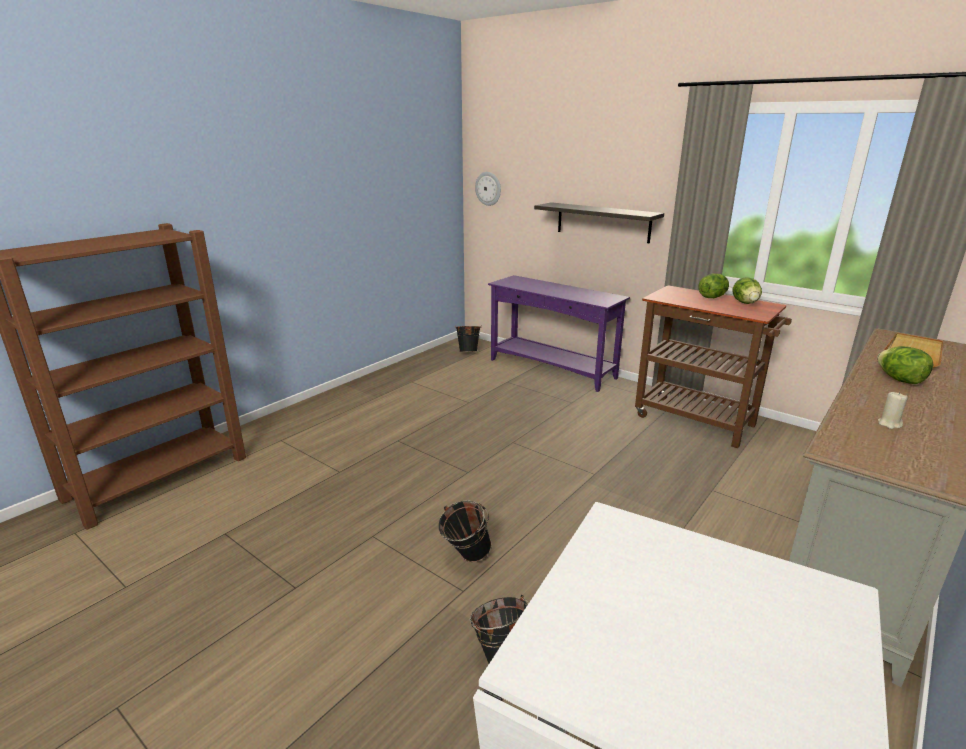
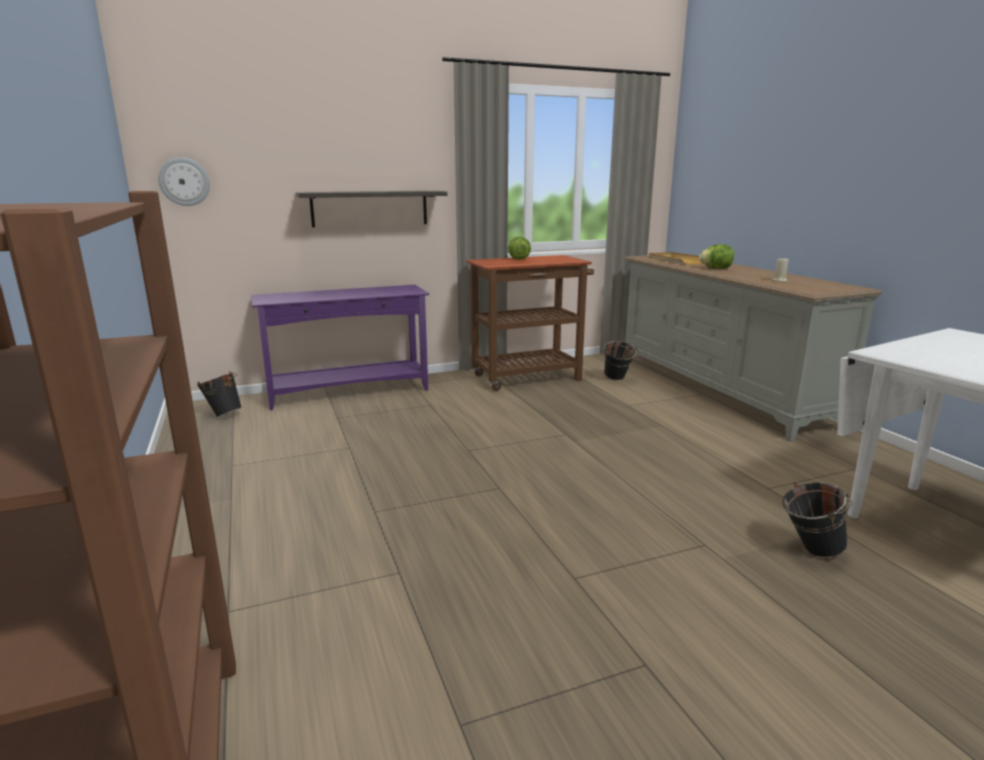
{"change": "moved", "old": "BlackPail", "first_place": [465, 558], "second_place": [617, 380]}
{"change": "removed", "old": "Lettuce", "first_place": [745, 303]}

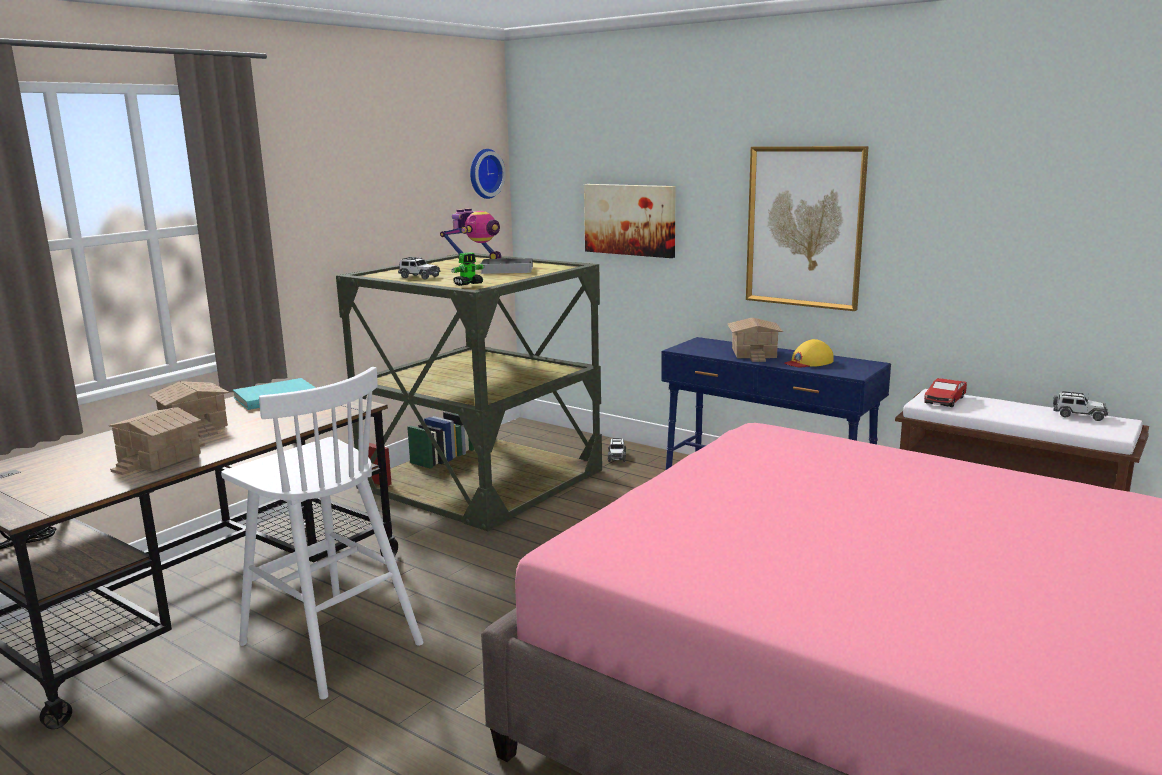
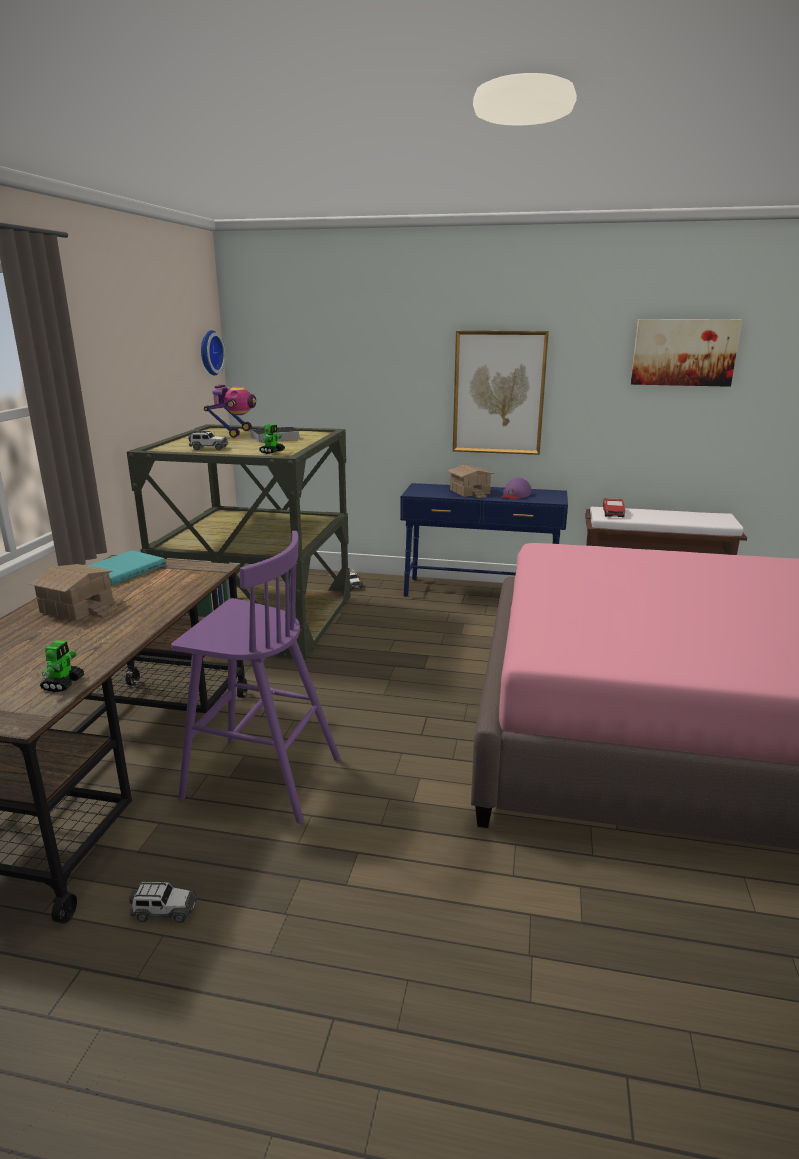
{"change": "added", "new": "ModelRobot", "second_place": [63, 683]}
{"change": "moved", "old": "ToyCar", "first_place": [1078, 415], "second_place": [164, 910]}
{"change": "recoloured", "old": "WhiteColouredStoolSeat", "new": "PurpleColouredStoolSeat", "first_place": [328, 643], "second_place": [259, 778]}
{"change": "recoloured", "old": "YellowColouredBaseballCap", "new": "PurpleColouredBaseballCap", "first_place": [808, 362], "second_place": [515, 495]}
{"change": "moved", "old": "WallPicture", "first_place": [630, 219], "second_place": [683, 352]}
{"change": "removed", "old": "ModelHouse", "first_place": [158, 457]}

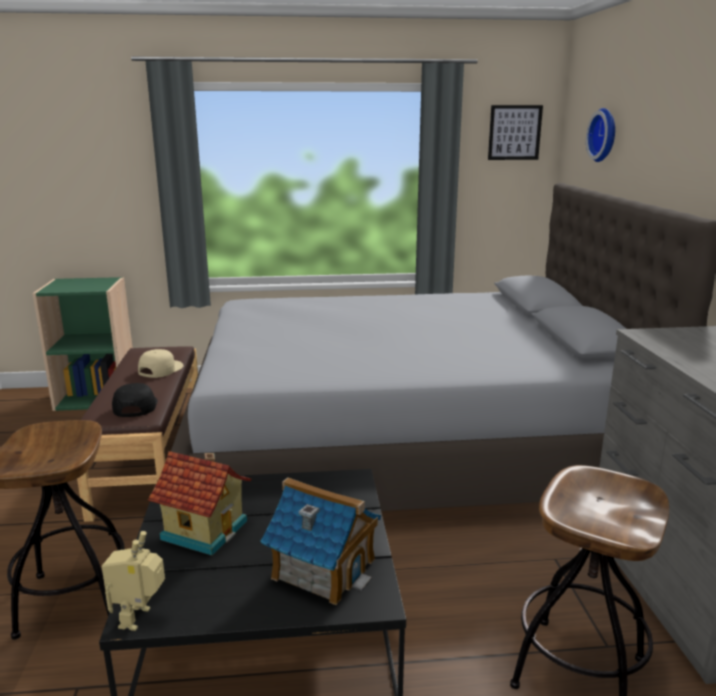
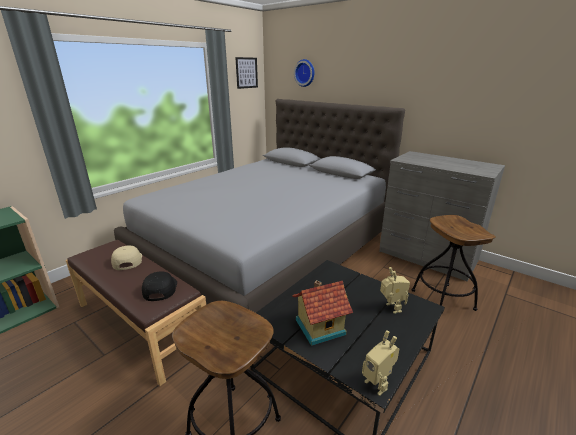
{"change": "turned", "old": "BlackBaseballCap", "first_place": [134, 406], "second_place": [159, 289], "degrees": 45}
{"change": "replaced", "old": "ModelHouse", "new": "ModelRobot", "first_place": [323, 568], "second_place": [391, 308]}

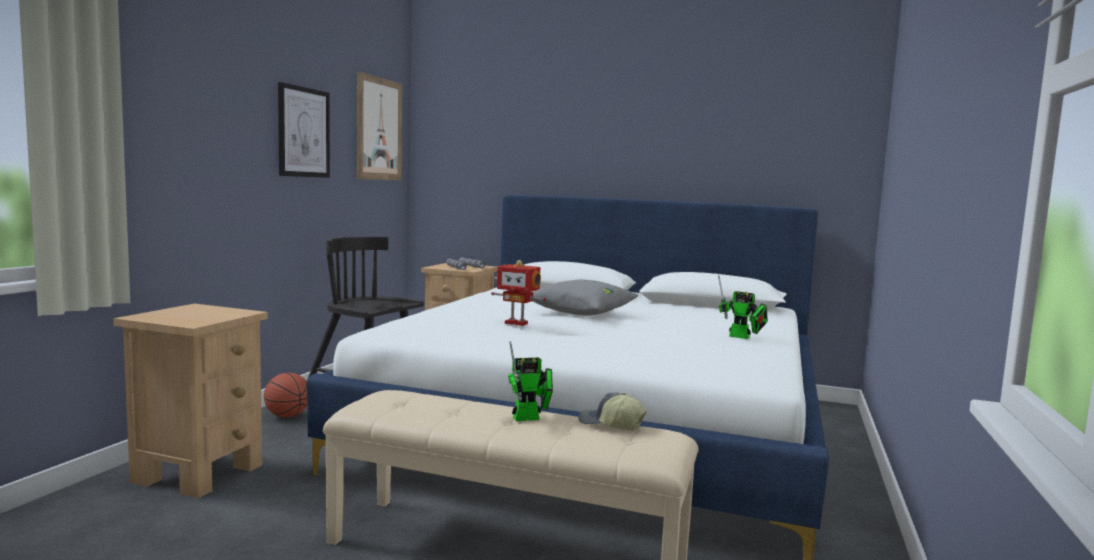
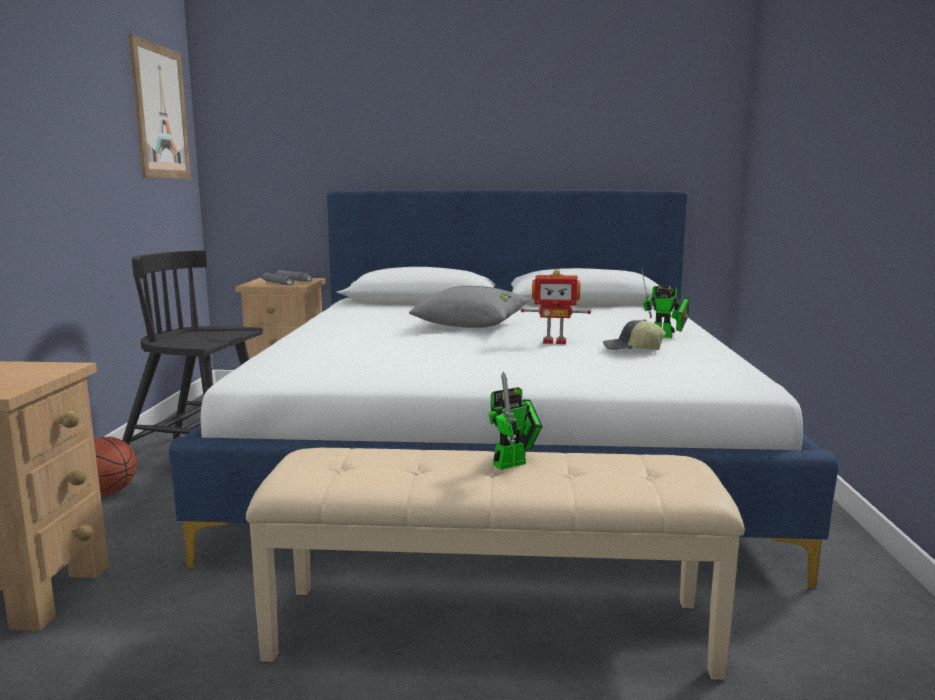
{"change": "moved", "old": "ModelRobot", "first_place": [517, 323], "second_place": [554, 342]}
{"change": "moved", "old": "BaseballCap", "first_place": [610, 425], "second_place": [632, 349]}
{"change": "removed", "old": "WallPicture", "first_place": [303, 132]}

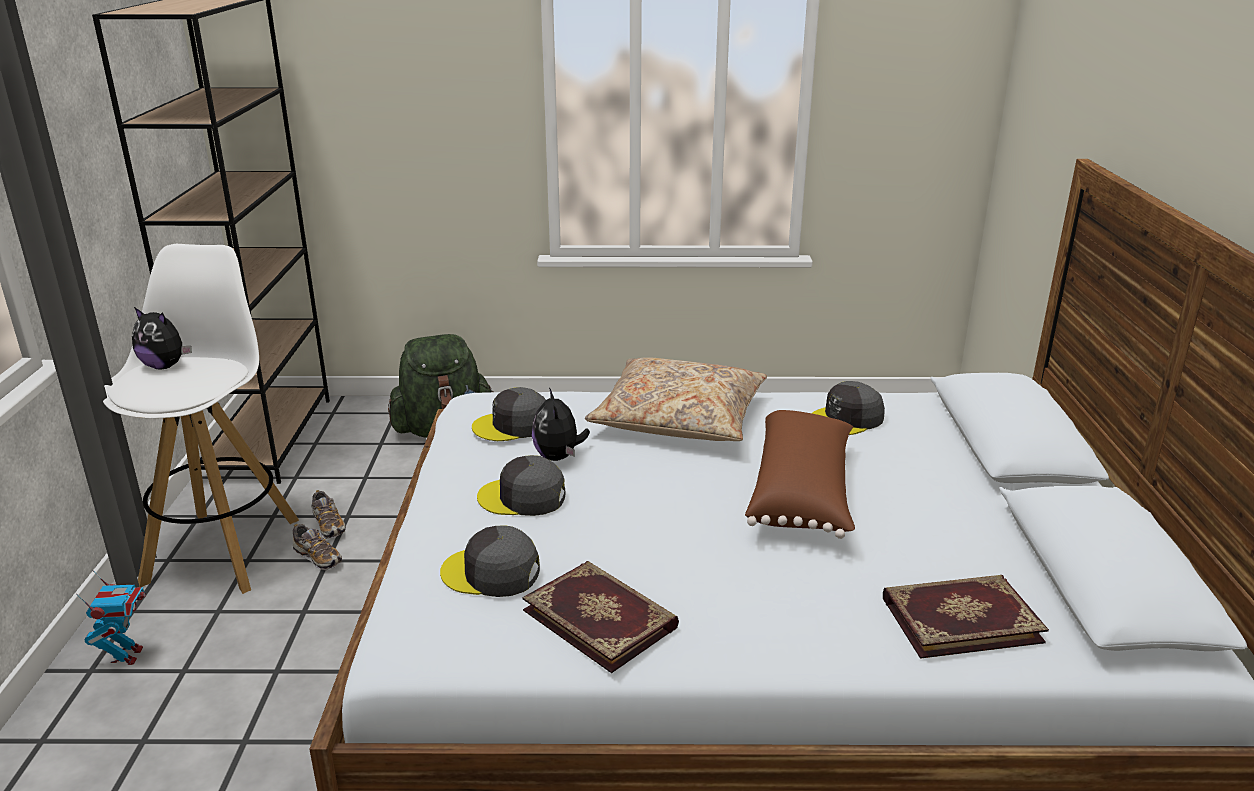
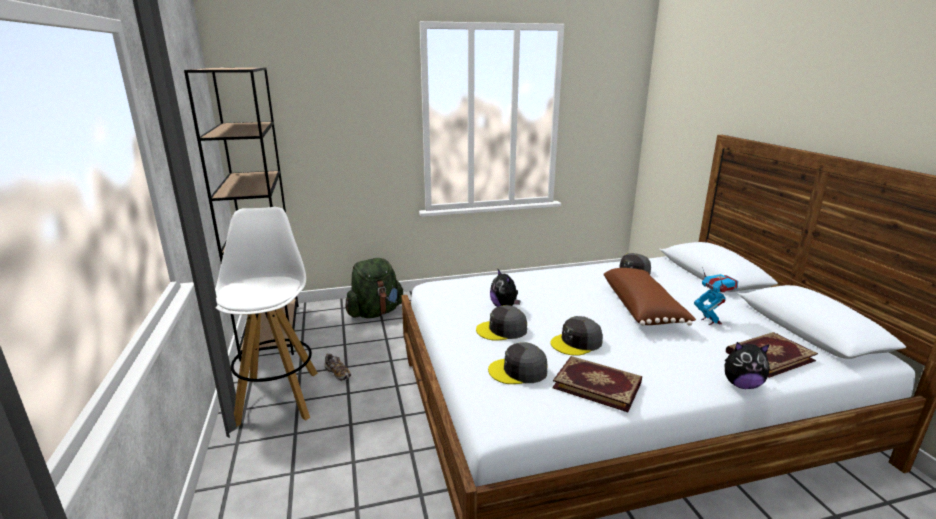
{"change": "moved", "old": "GreyishBaseballCap", "first_place": [513, 425], "second_place": [577, 343]}
{"change": "moved", "old": "ModelRobot", "first_place": [127, 656], "second_place": [710, 321]}
{"change": "moved", "old": "SoftToy", "first_place": [165, 366], "second_place": [741, 384]}
{"change": "removed", "old": "Shoe", "first_place": [318, 557]}
{"change": "removed", "old": "BeigeCushion", "first_place": [679, 418]}

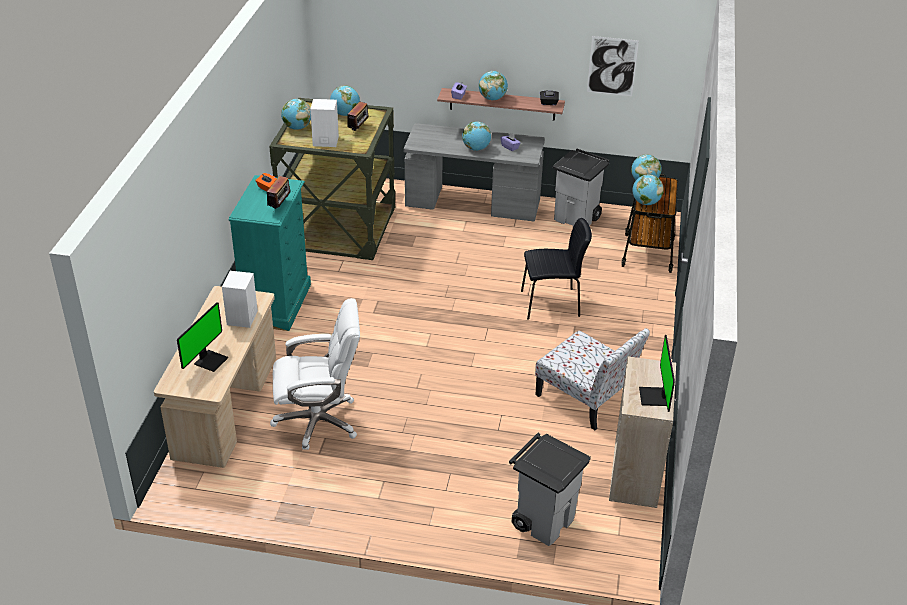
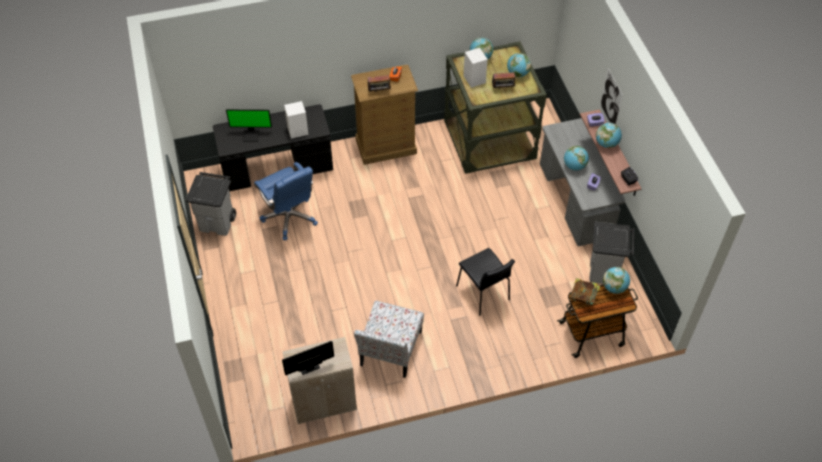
{"change": "moved", "old": "GreyishTrashCan", "first_place": [544, 521], "second_place": [218, 223]}
{"change": "recoloured", "old": "BeigeDeskTable", "new": "BlackDeskTable", "first_place": [226, 408], "second_place": [277, 168]}
{"change": "recoloured", "old": "WhiteColouredDeskChair", "new": "BlueColouredDeskChair", "first_place": [318, 421], "second_place": [289, 216]}
{"change": "recoloured", "old": "TurquoiseDrawerChest", "new": "BrownDrawerChest", "first_place": [277, 303], "second_place": [386, 146]}
{"change": "replaced", "old": "DeskGlobe", "new": "Book", "first_place": [645, 203], "second_place": [583, 297]}
{"change": "moved", "old": "WallPicture", "first_place": [612, 66], "second_place": [611, 99]}

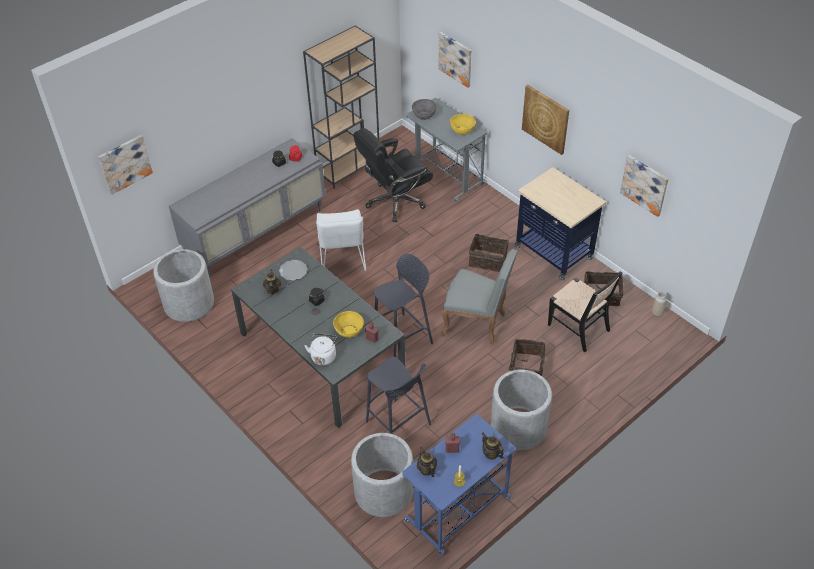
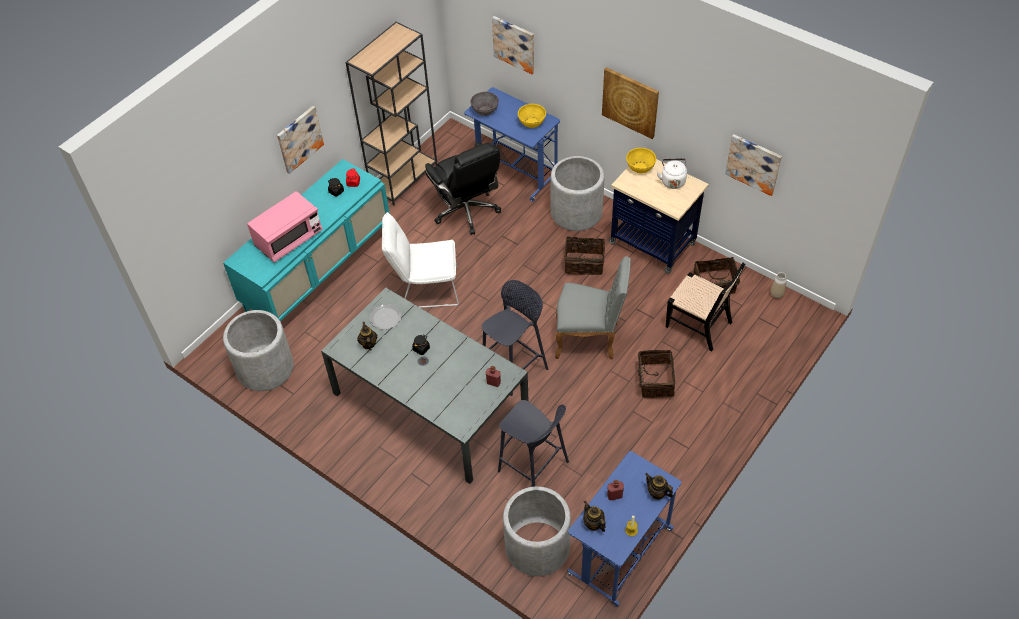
{"change": "recoloured", "old": "GreyishCabinet", "new": "TurquoiseCabinet", "first_place": [256, 233], "second_place": [319, 272]}
{"change": "added", "new": "PinkMicrowaveOven", "second_place": [289, 239]}
{"change": "moved", "old": "WallPicture", "first_place": [125, 163], "second_place": [299, 139]}
{"change": "turned", "old": "WhiteColouredPlainChair", "first_place": [342, 259], "second_place": [425, 288], "degrees": 105}
{"change": "turned", "old": "BlackDeskChair", "first_place": [395, 201], "second_place": [466, 210], "degrees": -75}
{"change": "recoloured", "old": "GreyishDeskTable", "new": "BlueColouredDeskTable", "first_place": [445, 176], "second_place": [514, 172]}
{"change": "moved", "old": "GreyishPlanter", "first_place": [518, 427], "second_place": [576, 212]}
{"change": "moved", "old": "YellowColouredBowl", "first_place": [349, 331], "second_place": [640, 167]}
{"change": "moved", "old": "WhiteColouredTeaKettle", "first_place": [323, 356], "second_place": [672, 180]}

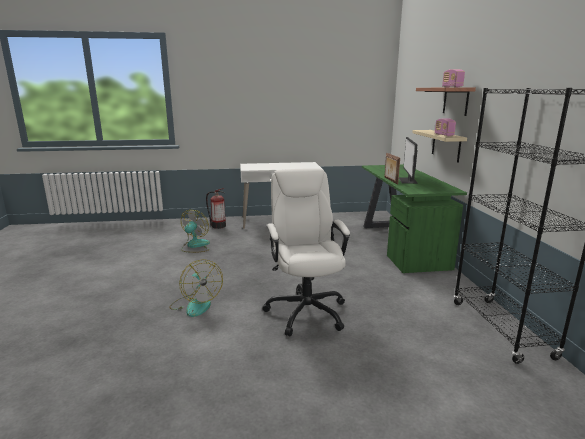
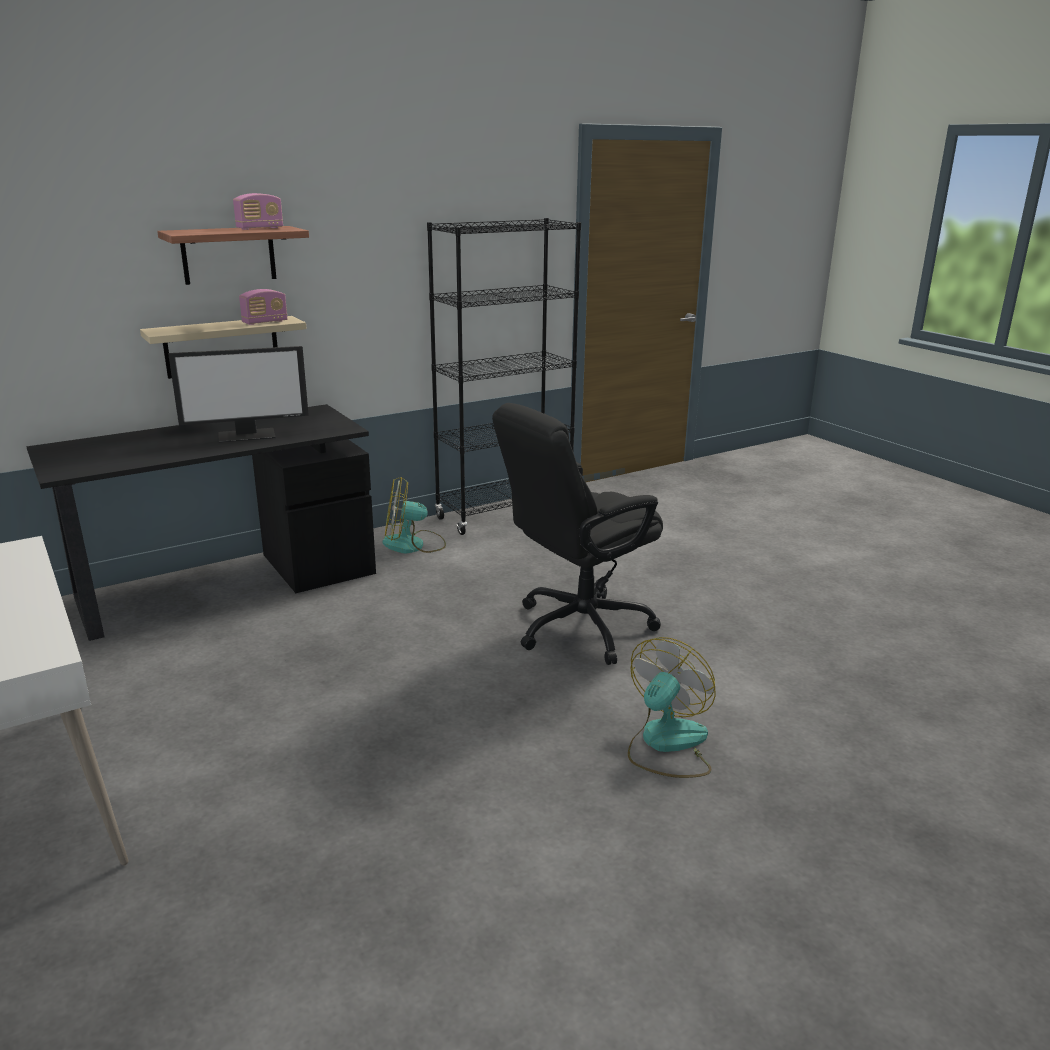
{"change": "recoloured", "old": "GreenColouredDeskTable", "new": "BlackDeskTable", "first_place": [401, 244], "second_place": [222, 585]}
{"change": "moved", "old": "Fan", "first_place": [195, 246], "second_place": [413, 545]}
{"change": "recoloured", "old": "WhiteColouredDeskChair", "new": "BlackDeskChair", "first_place": [305, 311], "second_place": [577, 630]}
{"change": "removed", "old": "FireExtinguisher", "first_place": [218, 226]}
{"change": "removed", "old": "PhotoFrame", "first_place": [390, 180]}

